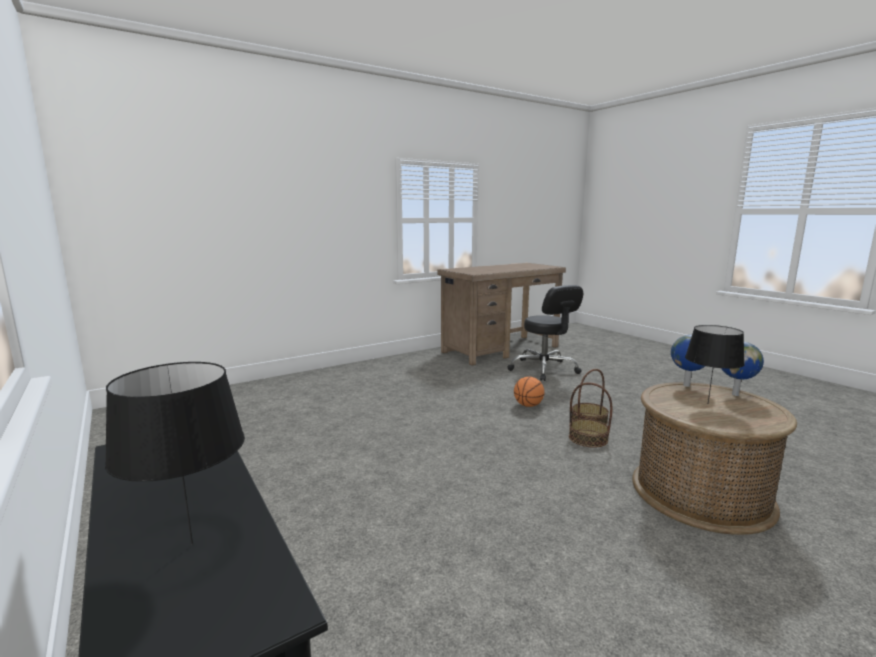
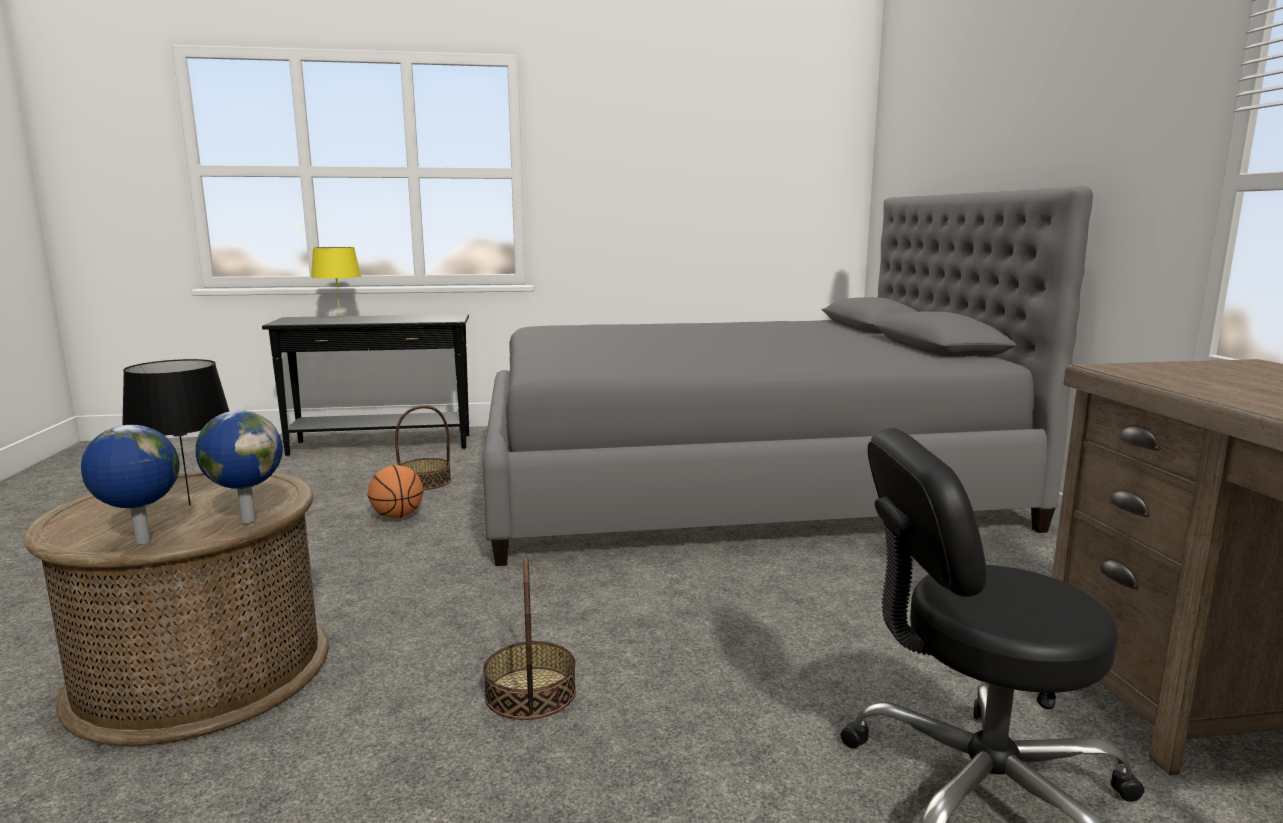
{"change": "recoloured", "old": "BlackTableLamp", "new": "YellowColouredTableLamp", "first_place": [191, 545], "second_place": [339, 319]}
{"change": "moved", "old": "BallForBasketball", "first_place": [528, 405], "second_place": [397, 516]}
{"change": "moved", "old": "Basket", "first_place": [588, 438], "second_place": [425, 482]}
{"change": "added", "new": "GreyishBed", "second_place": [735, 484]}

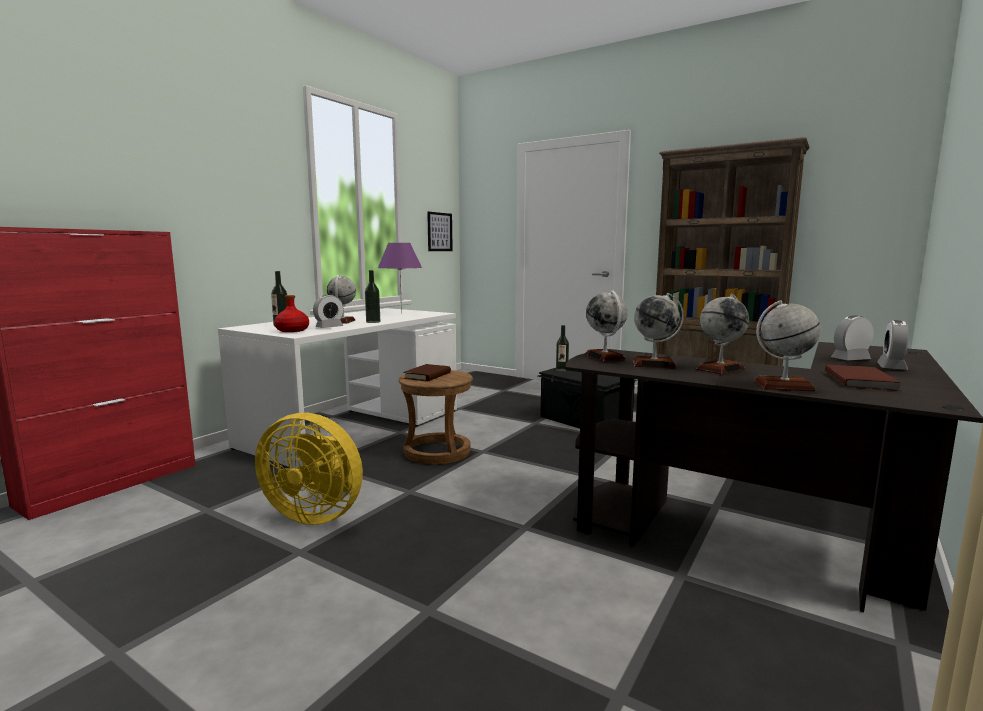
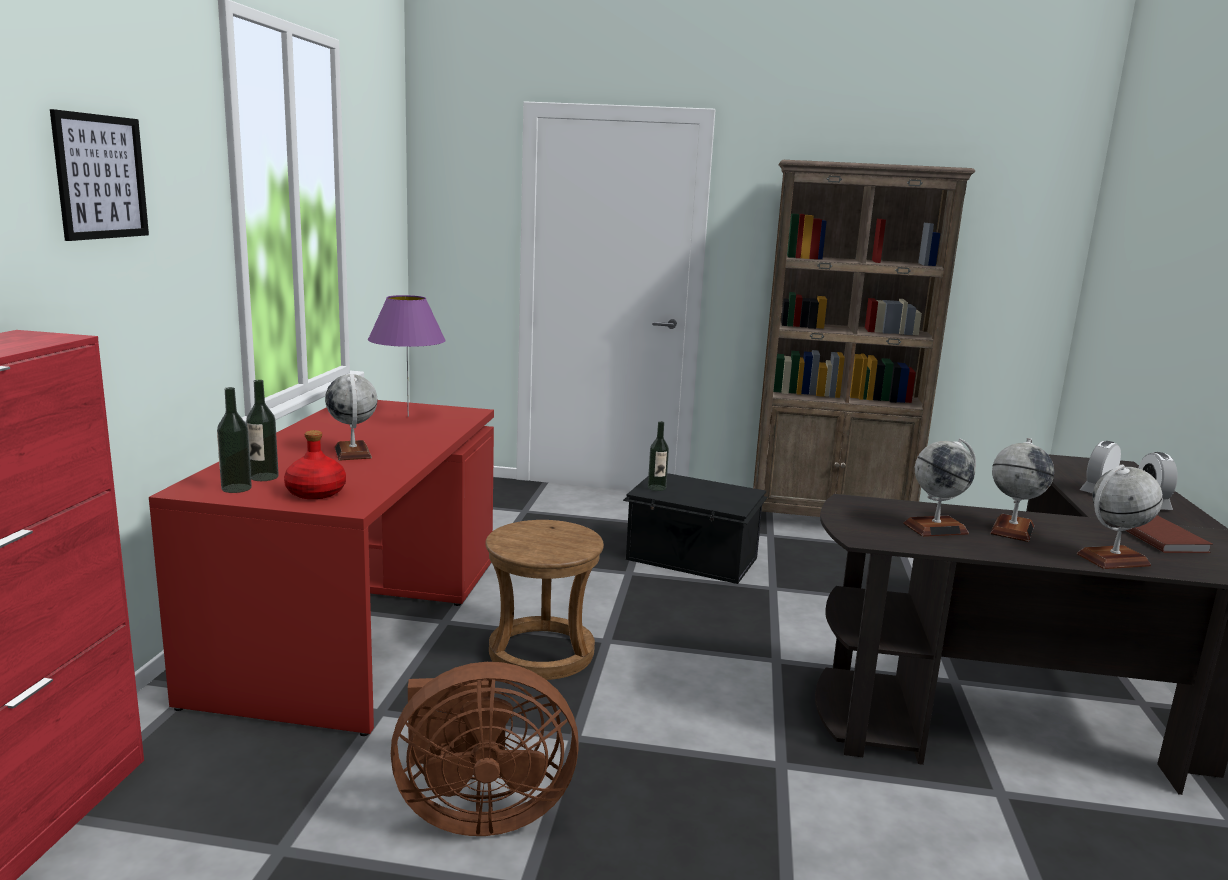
{"change": "moved", "old": "WallPicture", "first_place": [439, 232], "second_place": [101, 177]}
{"change": "recoloured", "old": "WhiteColouredDeskTable", "new": "RedDeskTable", "first_place": [354, 427], "second_place": [357, 624]}
{"change": "moved", "old": "BeverageBottle", "first_place": [373, 322], "second_place": [236, 488]}
{"change": "recoloured", "old": "YellowColouredFan", "new": "BrownFan", "first_place": [316, 514], "second_place": [478, 812]}
{"change": "removed", "old": "TableClock", "first_place": [329, 327]}
{"change": "removed", "old": "BrownBook", "first_place": [427, 375]}
{"change": "removed", "old": "DeskGlobe", "first_place": [604, 357]}

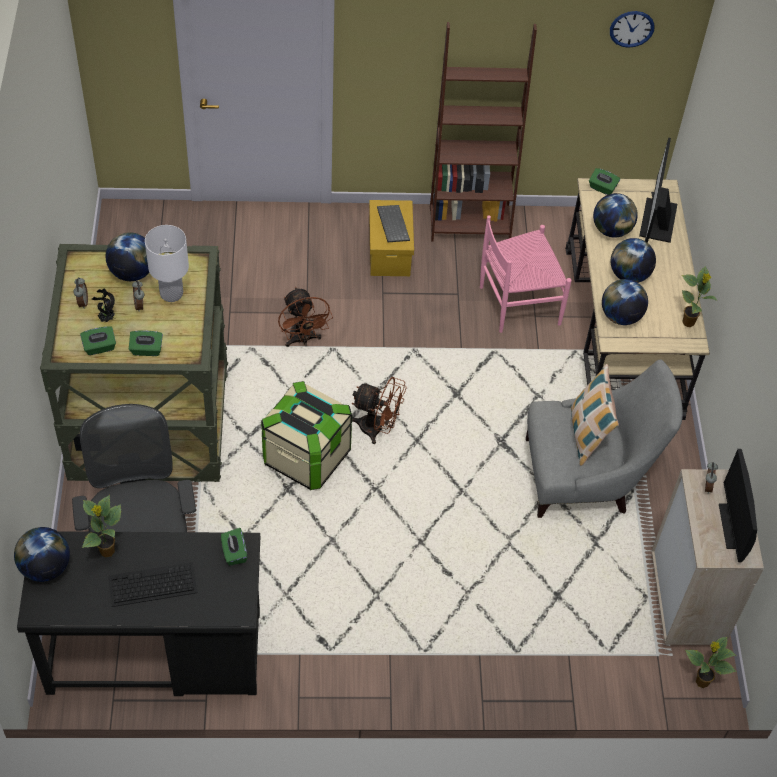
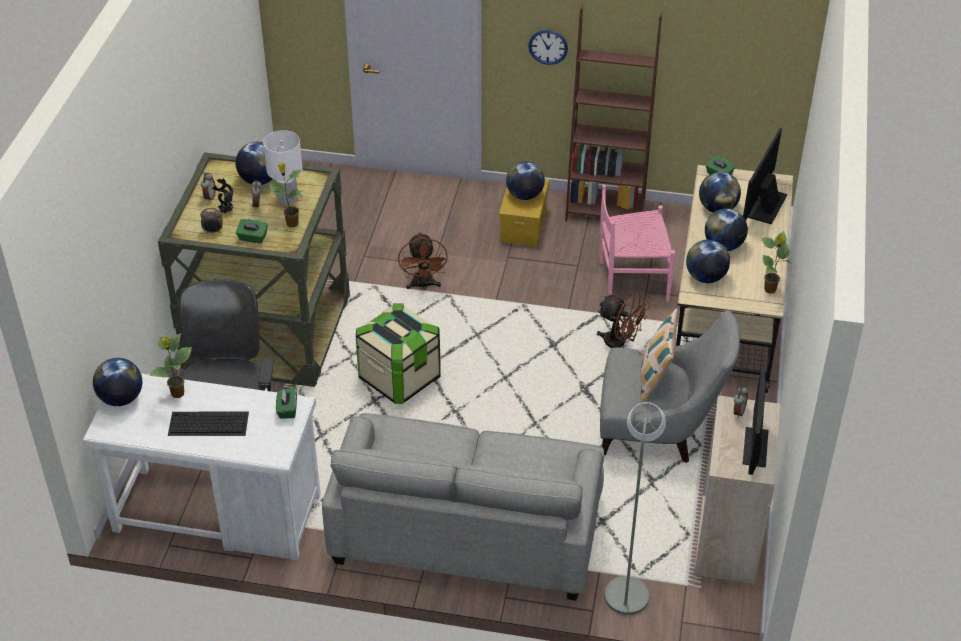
{"change": "recoloured", "old": "BlackDeskTable", "new": "WhiteColouredDeskTable", "first_place": [154, 653], "second_place": [216, 514]}
{"change": "replaced", "old": "GreenColouredBoxOfTissues", "new": "TableClock", "first_place": [99, 347], "second_place": [213, 231]}
{"change": "moved", "old": "Houseplant", "first_place": [701, 682], "second_place": [291, 223]}
{"change": "added", "new": "GreyishSettee", "second_place": [466, 529]}
{"change": "replaced", "old": "Keyboard", "new": "DeskGlobe", "first_place": [392, 224], "second_place": [524, 195]}
{"change": "moved", "old": "WallClock", "first_place": [631, 28], "second_place": [548, 47]}
{"change": "moved", "old": "BrownFan", "first_place": [377, 429], "second_place": [620, 344]}
{"change": "added", "new": "GreyishStandingLamp", "second_place": [627, 589]}

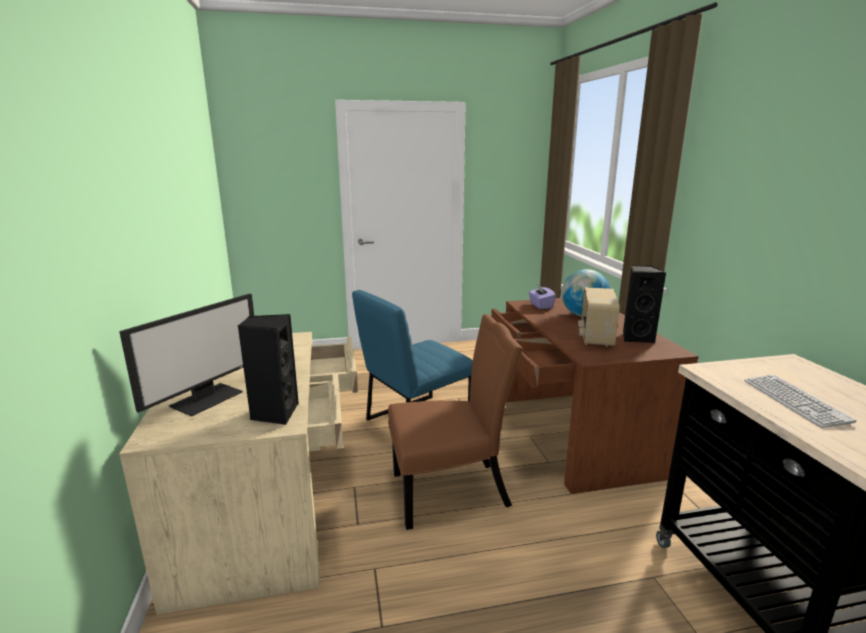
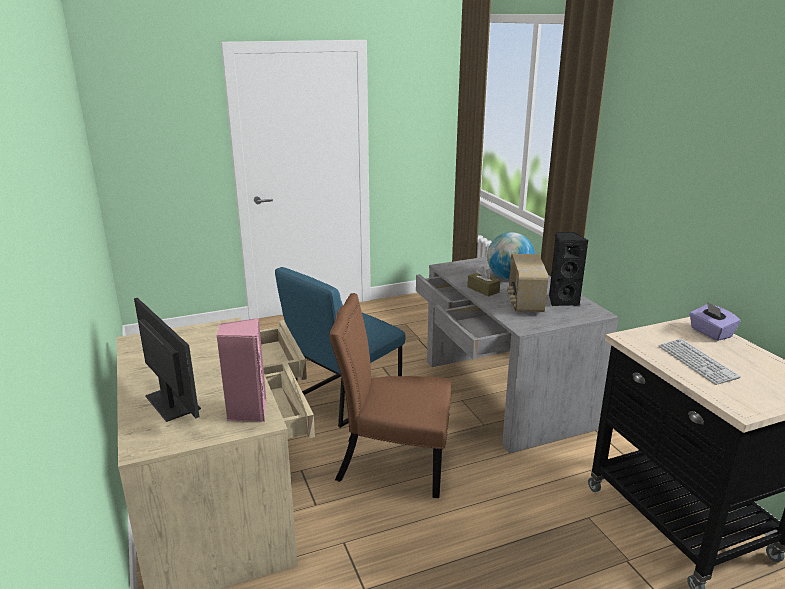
{"change": "turned", "old": "Monitor", "first_place": [206, 398], "second_place": [171, 402], "degrees": -60}
{"change": "recoloured", "old": "BlackAudioSpeaker", "new": "PinkAudioSpeaker", "first_place": [274, 413], "second_place": [247, 411]}
{"change": "turned", "old": "BrownPlainChair", "first_place": [447, 492], "second_place": [394, 464], "degrees": -150}
{"change": "recoloured", "old": "BrownDeskTable", "new": "GreyishDeskTable", "first_place": [567, 434], "second_place": [497, 395]}
{"change": "added", "new": "BrownBoxOfTissues", "second_place": [483, 290]}
{"change": "moved", "old": "PurpleColouredBoxOfTissues", "first_place": [540, 305], "second_place": [710, 333]}

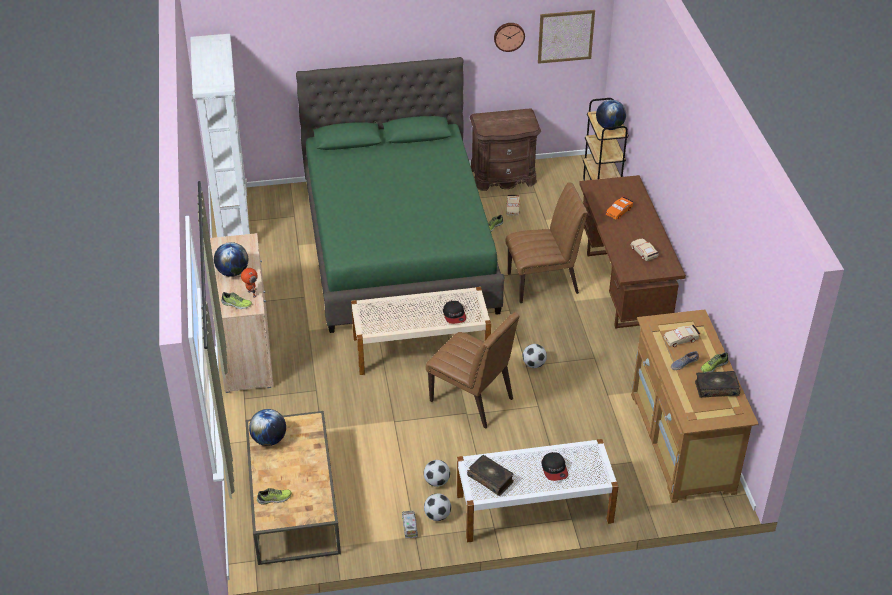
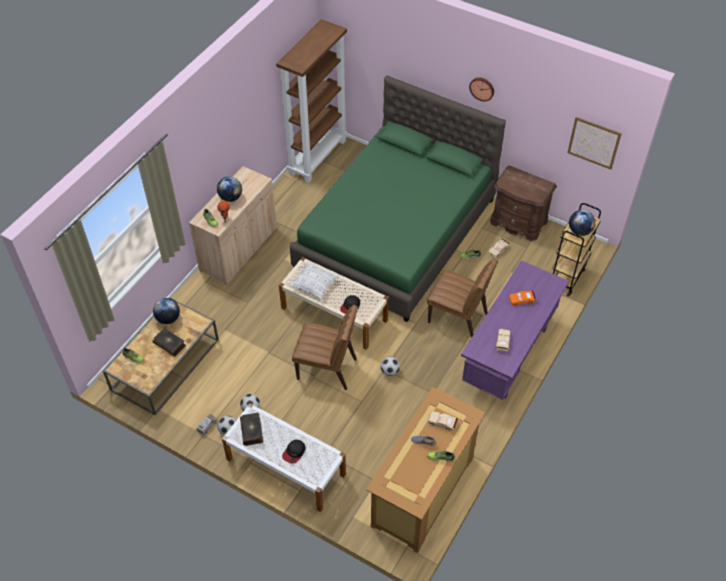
{"change": "moved", "old": "Book", "first_place": [716, 388], "second_place": [170, 344]}
{"change": "recoloured", "old": "WhiteColouredBookshelf", "new": "BrownBookshelf", "first_place": [232, 220], "second_place": [317, 156]}
{"change": "added", "new": "Cushion", "second_place": [314, 284]}
{"change": "turned", "old": "BrownPlainChair", "first_place": [471, 399], "second_place": [326, 369], "degrees": -60}
{"change": "recoloured", "old": "BrownDeskTable", "new": "PurpleColouredDeskTable", "first_place": [624, 288], "second_place": [508, 356]}
{"change": "moved", "old": "WallClock", "first_place": [509, 36], "second_place": [482, 88]}

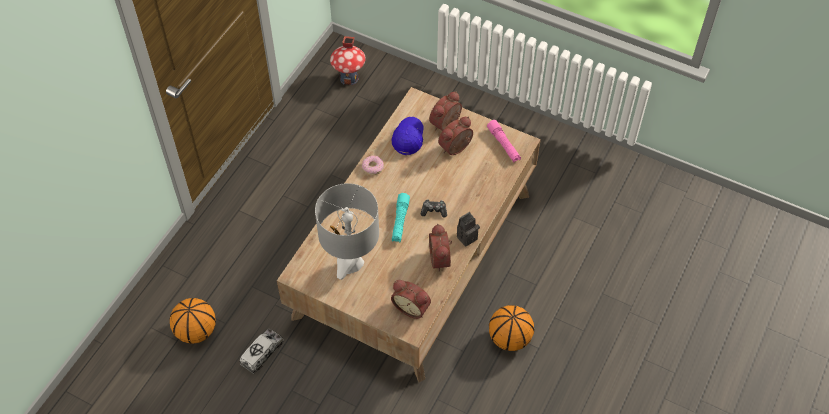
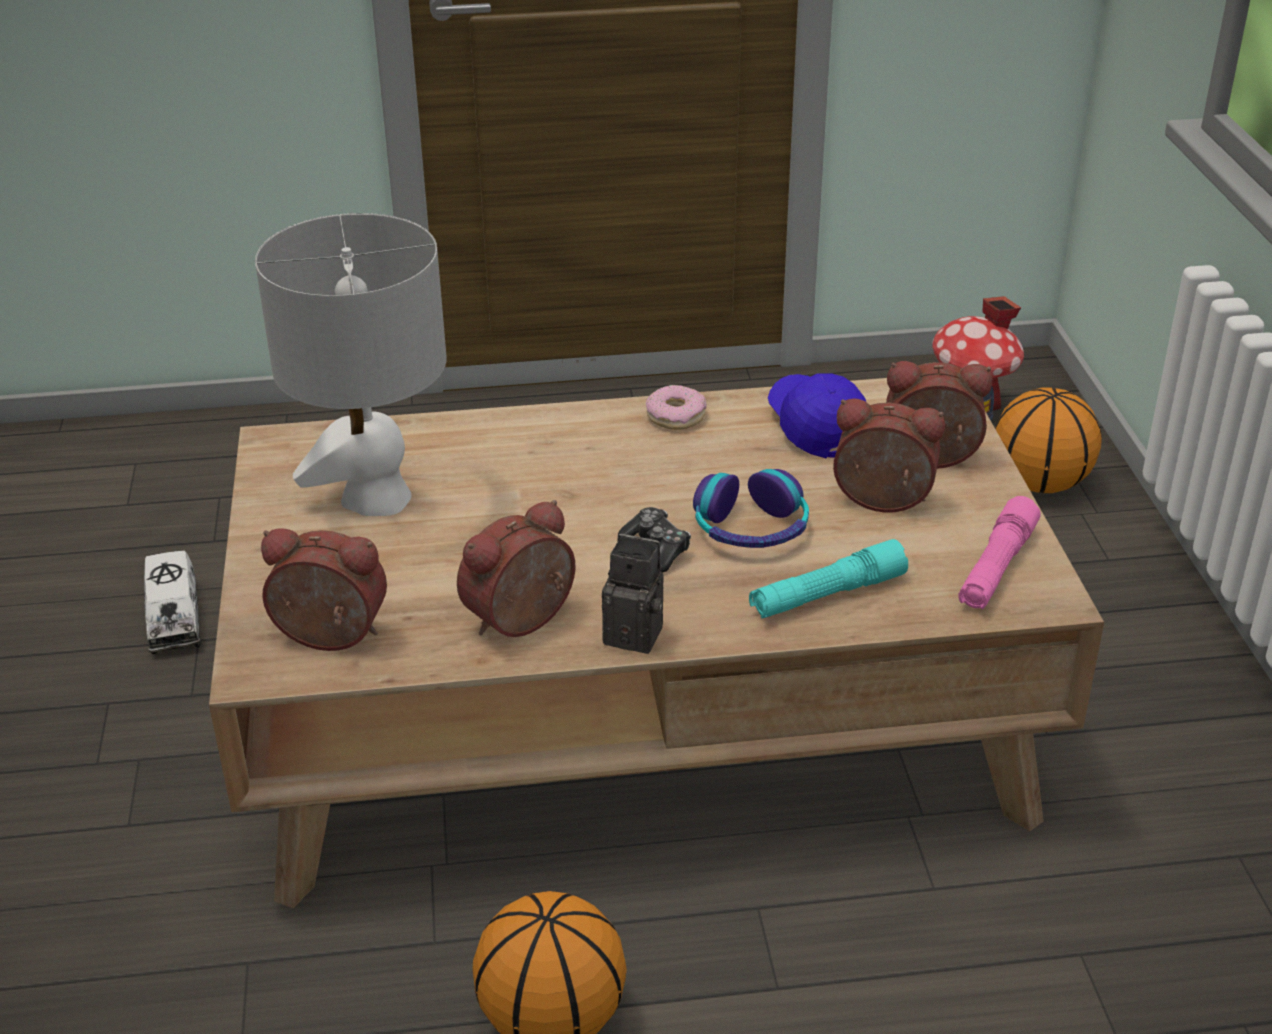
{"change": "turned", "old": "ToyLorry", "first_place": [262, 353], "second_place": [174, 619], "degrees": 75}
{"change": "turned", "old": "TableClock", "first_place": [412, 307], "second_place": [329, 639], "degrees": 105}
{"change": "added", "new": "Headphones", "second_place": [751, 528]}
{"change": "moved", "old": "TurquoiseHandTorch", "first_place": [400, 221], "second_place": [827, 595]}
{"change": "turned", "old": "BlueColouredBaseballCap", "first_place": [408, 139], "second_place": [815, 427], "degrees": -90}
{"change": "moved", "old": "BallForBasketball", "first_place": [195, 331], "second_place": [1038, 483]}

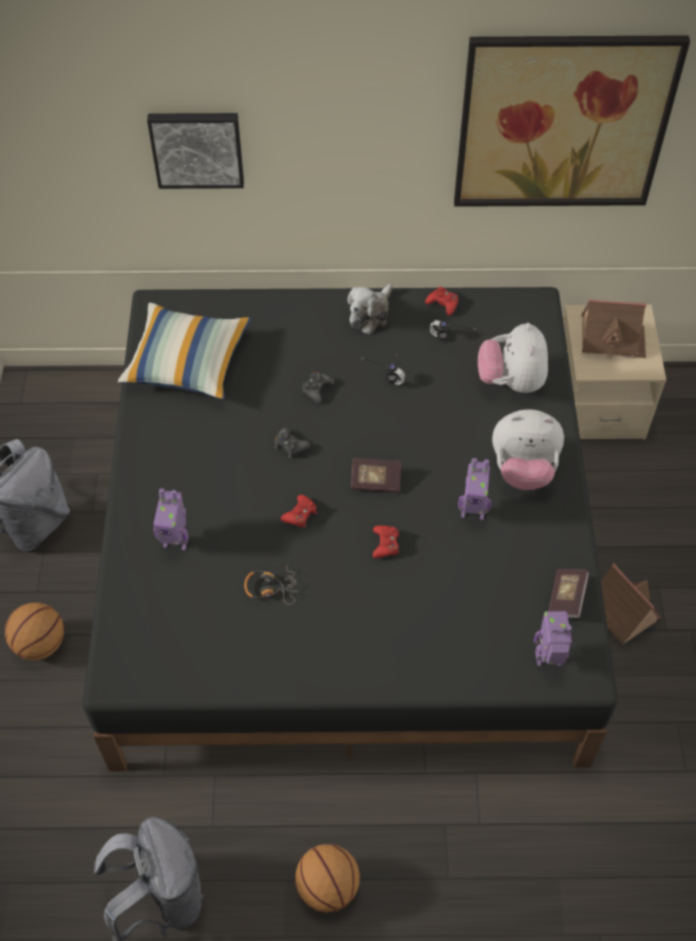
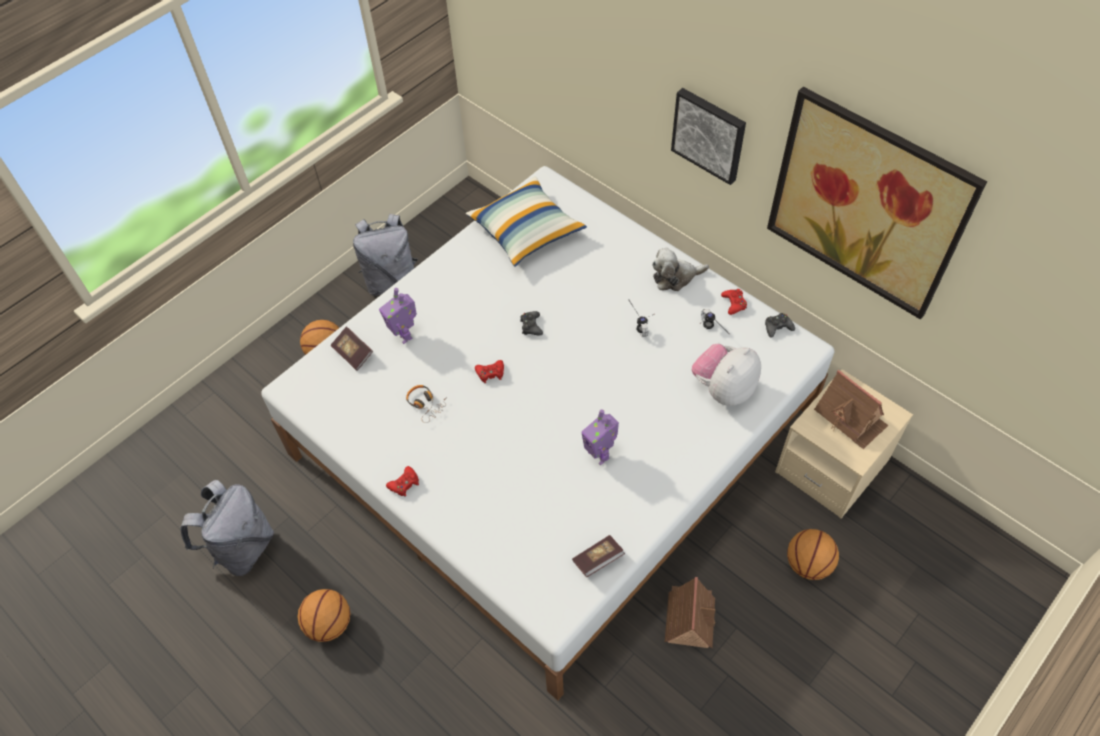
{"change": "recoloured", "old": "BlackBed", "new": "WhiteColouredBed", "first_place": [349, 548], "second_place": [553, 434]}
{"change": "moved", "old": "Book", "first_place": [375, 481], "second_place": [353, 353]}
{"change": "moved", "old": "RedGameController", "first_place": [385, 544], "second_place": [404, 484]}
{"change": "moved", "old": "WallPicture", "first_place": [197, 148], "second_place": [709, 134]}
{"change": "moved", "old": "BlackGameController", "first_place": [316, 389], "second_place": [777, 327]}
{"change": "added", "new": "BallForBasketball", "second_place": [808, 564]}
{"change": "removed", "old": "SoftToy", "first_place": [523, 469]}
{"change": "removed", "old": "ModelRobot", "first_place": [548, 660]}

